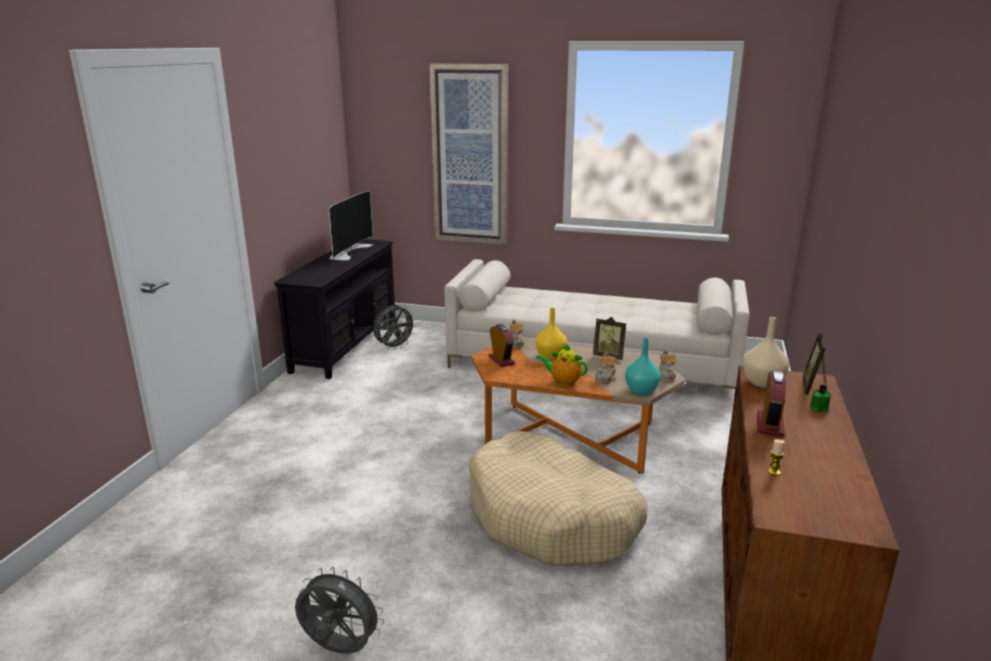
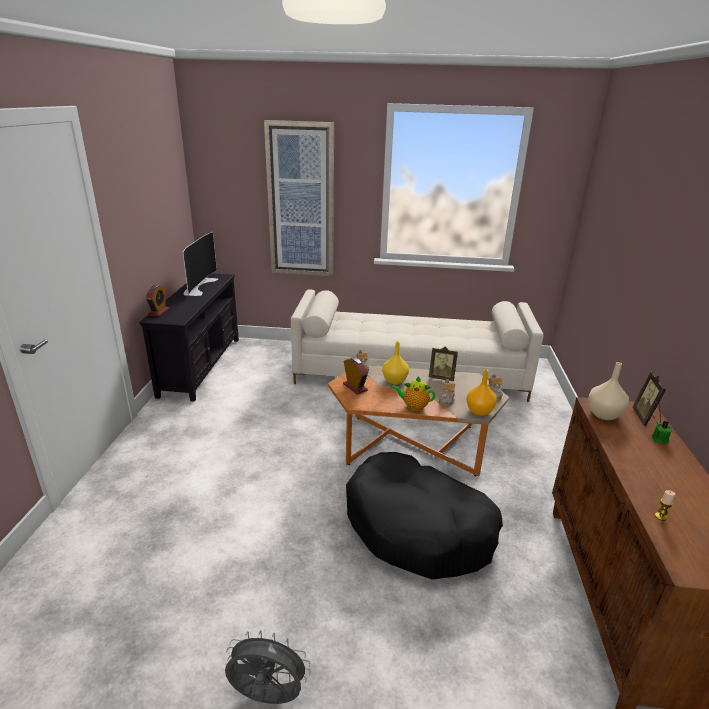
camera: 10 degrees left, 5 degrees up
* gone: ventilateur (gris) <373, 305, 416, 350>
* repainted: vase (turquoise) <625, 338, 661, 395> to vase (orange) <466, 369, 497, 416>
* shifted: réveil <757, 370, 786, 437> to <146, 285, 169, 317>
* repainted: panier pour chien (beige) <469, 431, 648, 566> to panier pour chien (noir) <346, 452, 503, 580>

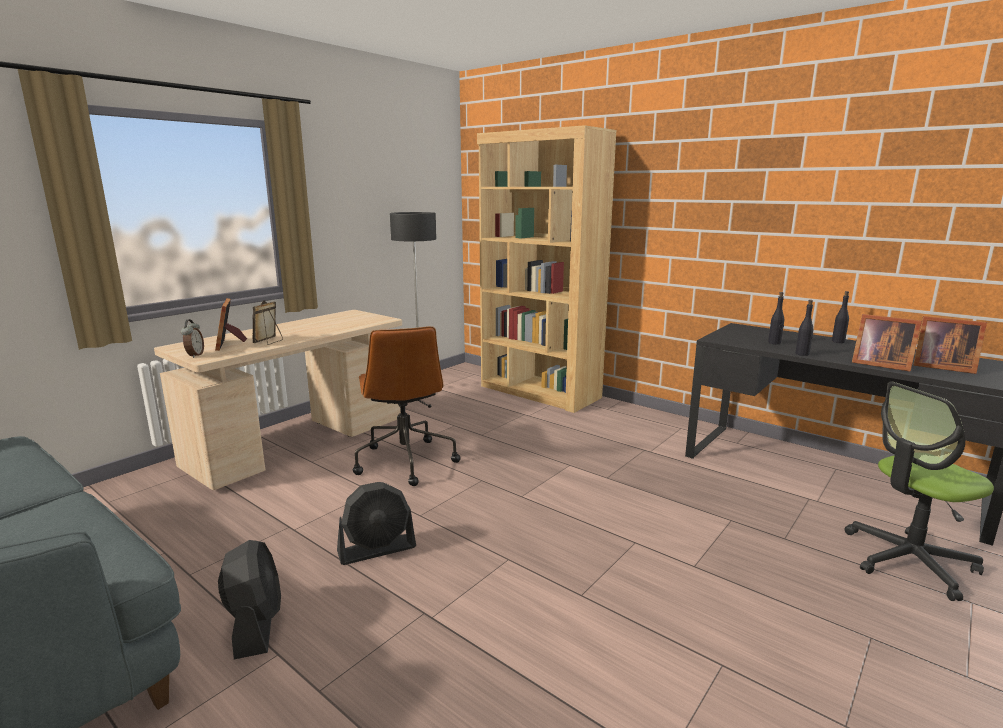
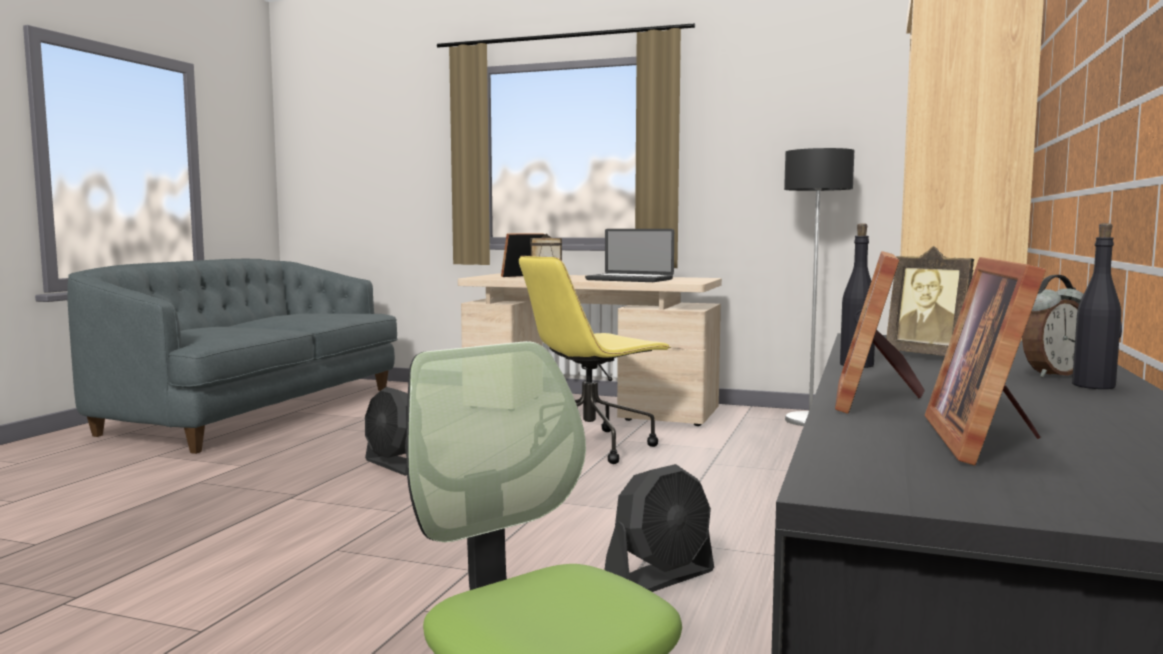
camera: 70 degrees right, 10 degrees down
* swapped: bouteille (noir) <768, 292, 784, 344> to cadre photo <886, 246, 974, 356>
* shifted: réveil <181, 319, 204, 358> to <1022, 275, 1084, 378>
* repainted: chaise de bureau (marron) <353, 326, 461, 486> to chaise de bureau (jaune) <519, 256, 671, 464>
* shifted: ventilateur (noir) <218, 540, 281, 660> to <604, 464, 714, 592>
* new: ordinateur portable <585, 229, 674, 282>

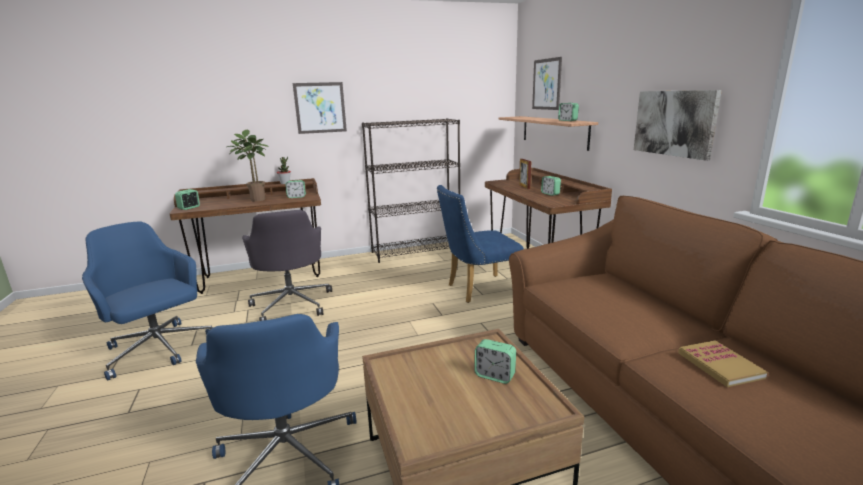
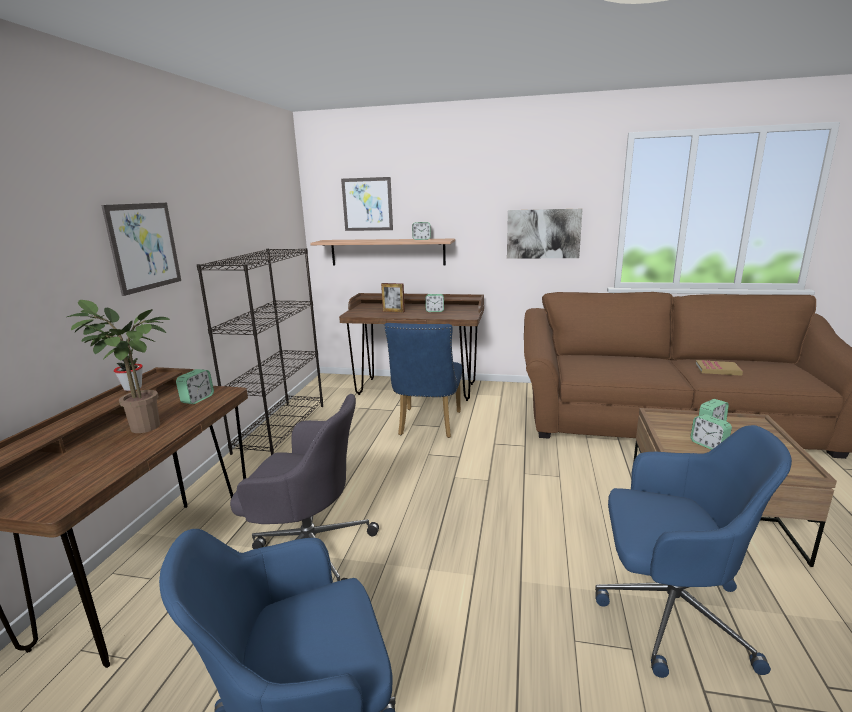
camera: 60 degrees left, 0 degrees up
* shifted: réveil <175, 189, 200, 210> to <690, 414, 732, 450>

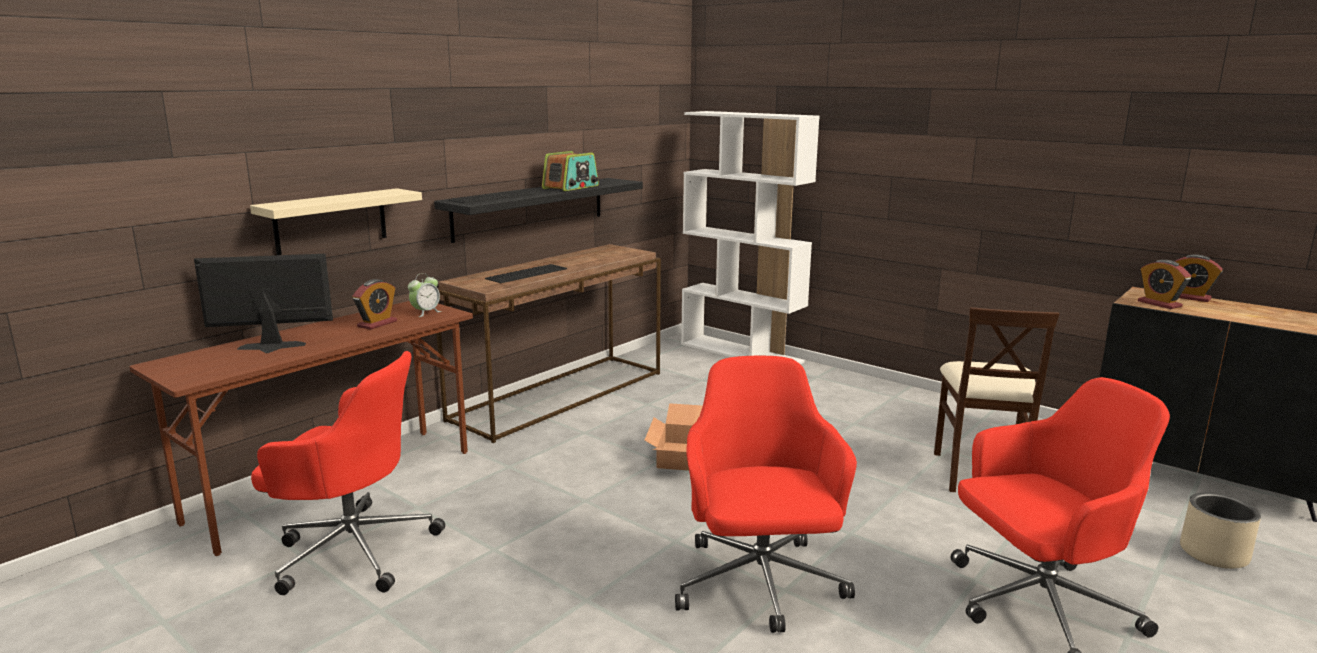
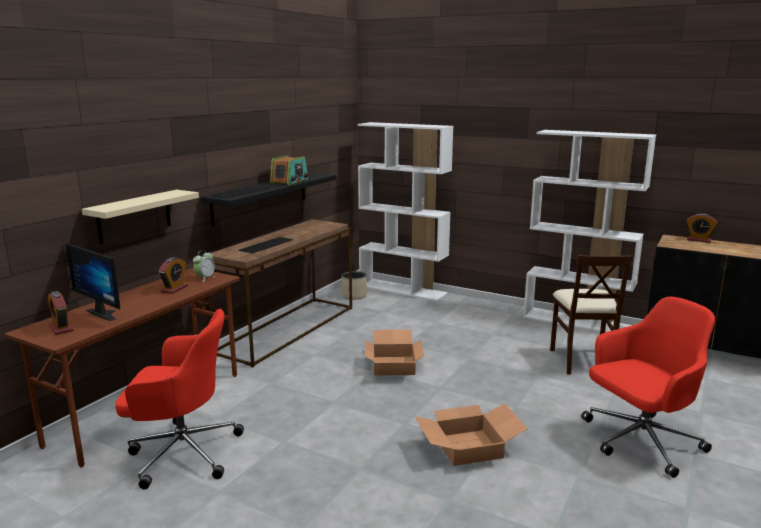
camera: 10 degrees left, 0 degrees up
* rotated: écran d'ordinateur <194, 254, 333, 353> = <66, 243, 120, 321> 120 degrees counterclockwise
* shifted: réveil <1138, 260, 1191, 309> to <48, 291, 74, 335>
* swapped: chaise de bureau (rouge) <675, 356, 857, 633> to carton <415, 404, 528, 466>
* shifted: cache-pot (beige) <1180, 493, 1261, 569> to <341, 271, 367, 300>
* new: bibliothèque (blanc) <523, 130, 656, 332>

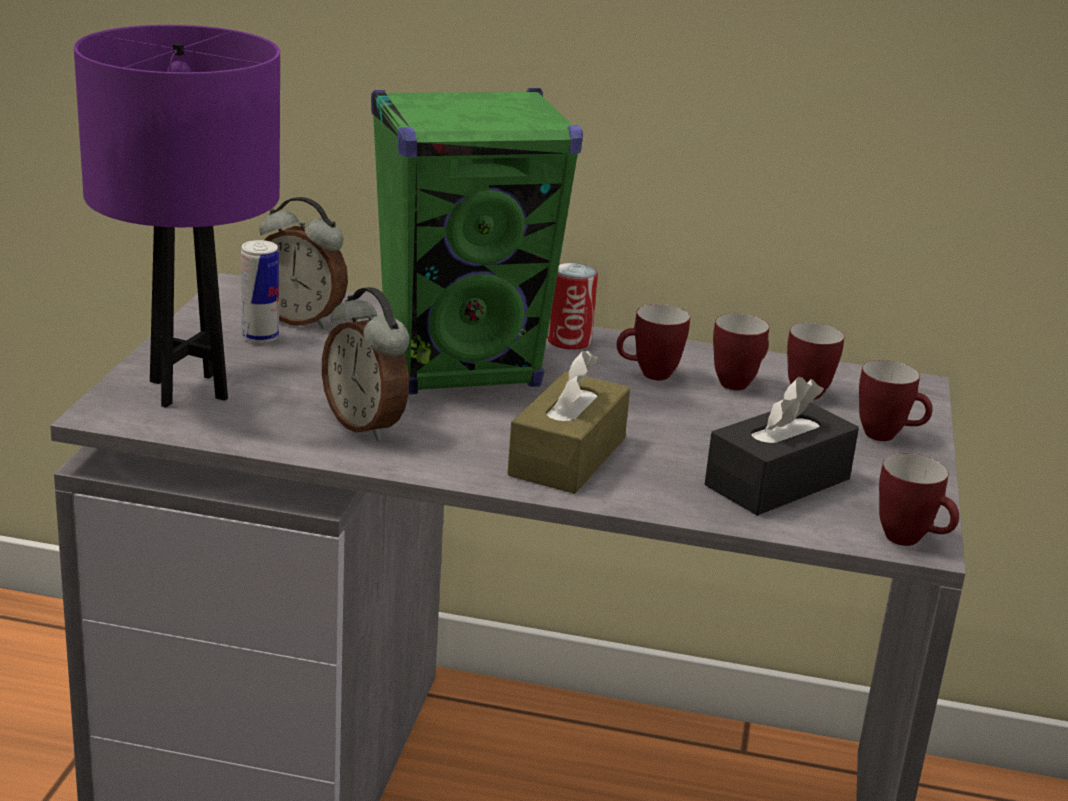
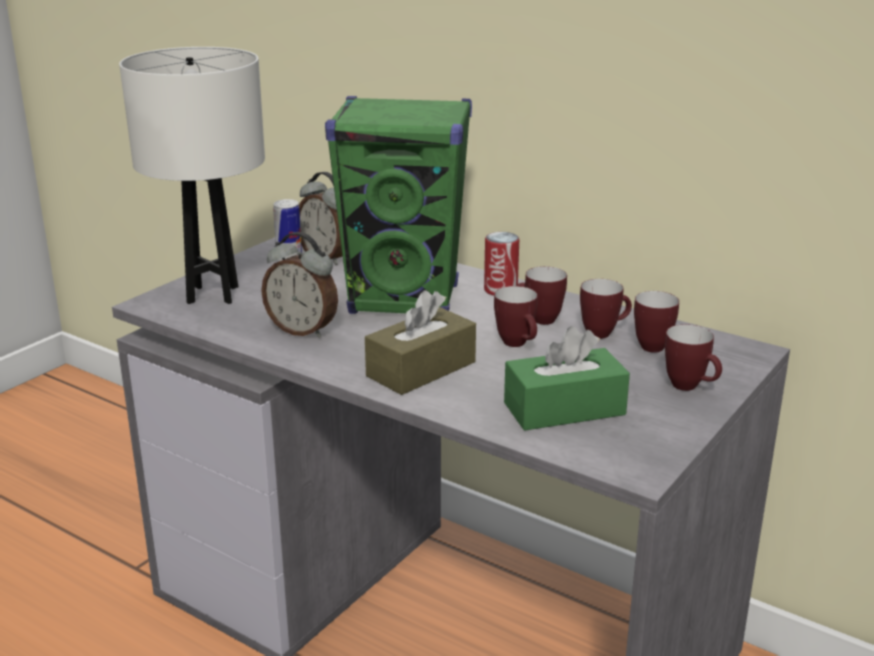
camera: 25 degrees right, 0 degrees up
* repainted: lampe de table (violet) <74, 25, 280, 407> to lampe de table (blanc) <119, 47, 265, 304>
* rotated: réveil <322, 287, 409, 441> = <261, 232, 338, 338> 45 degrees counterclockwise
* repainted: boîte à mouchoirs (noir) <705, 377, 859, 516> to boîte à mouchoirs (vert) <504, 326, 630, 431>
* shifted: mug <879, 453, 959, 546> to <494, 286, 538, 347>

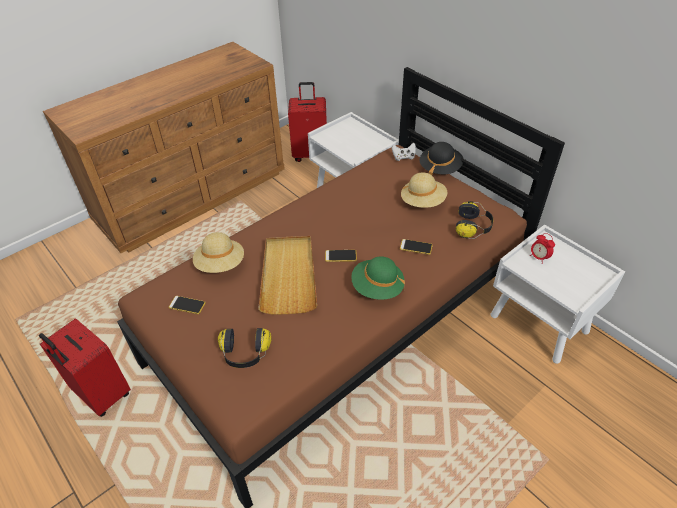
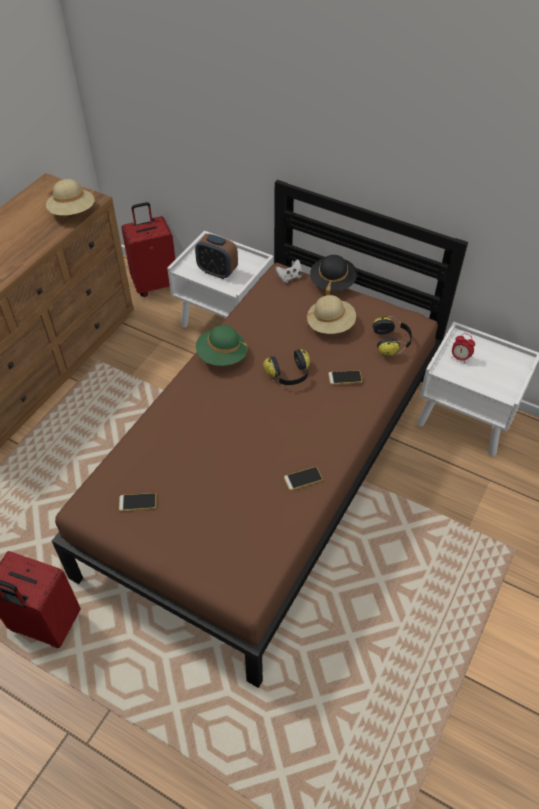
camera: 20 degrees left, 5 degrees up
* shifted: chapeau (beige) <193, 232, 244, 273> to <46, 179, 95, 216>
* gone: plateau (beige) <258, 236, 317, 315>
* shifted: téléphone <325, 250, 357, 262> to <284, 467, 323, 490>
* shifted: chapeau (vert) <351, 256, 405, 299> to <196, 325, 247, 366>
* shifted: casque audio <218, 328, 272, 368> to <263, 349, 310, 385>
* new: réveil <195, 234, 238, 279>

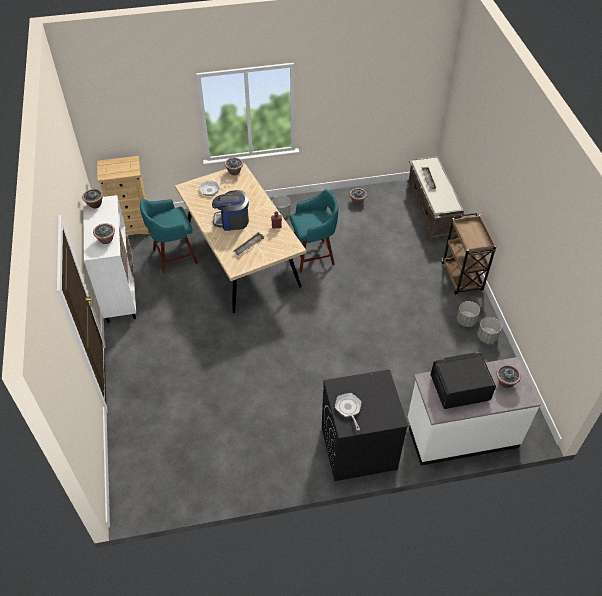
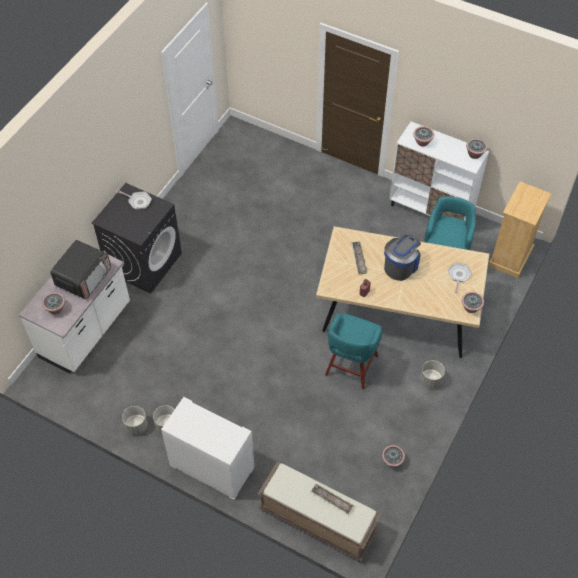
camera: 130 degrees right, 5 degrees up
* swapped: chariot (marron) <442, 213, 496, 295> to commode (blanc) <161, 397, 254, 500>

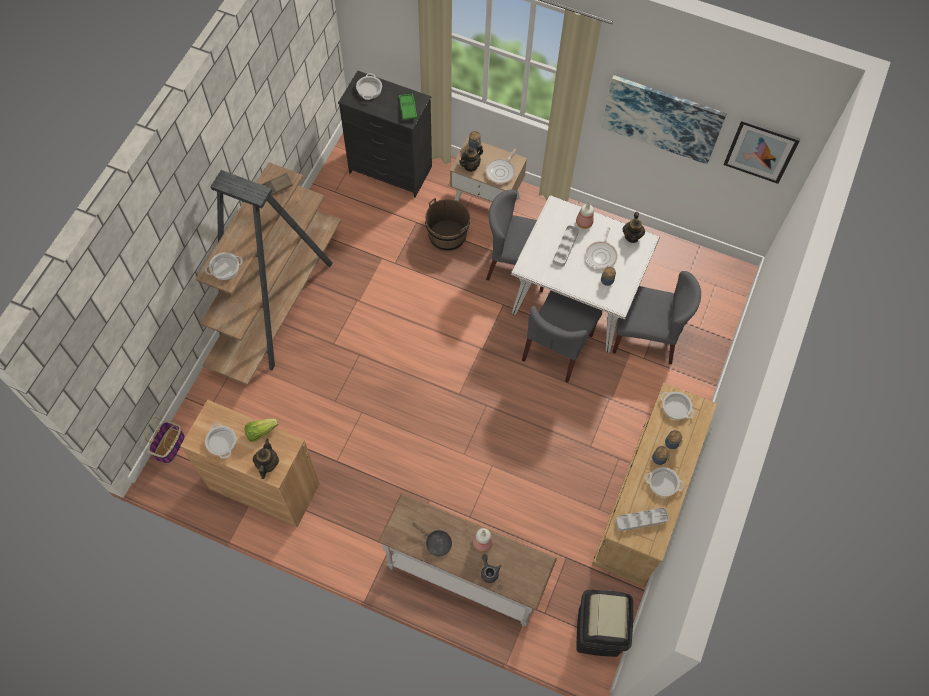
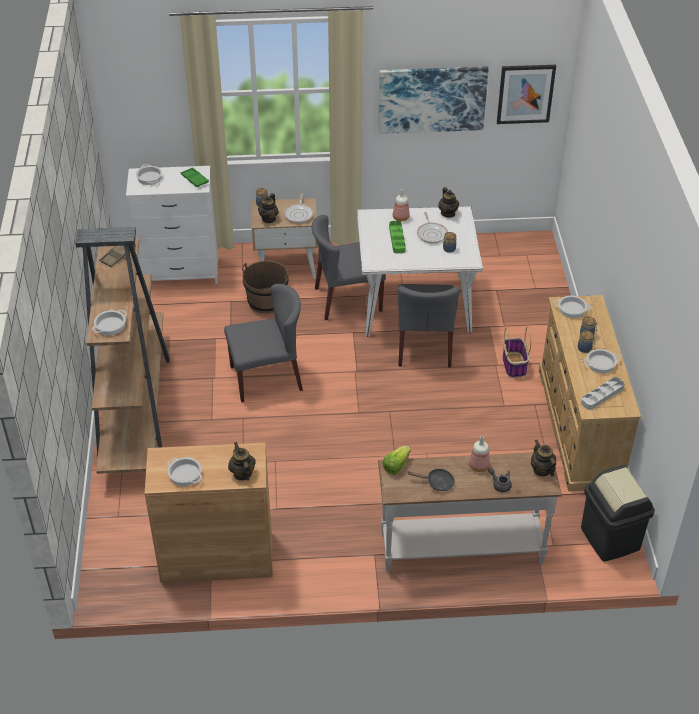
camera: 25 degrees left, 20 degrees down
* repainted: commode (noir) <338, 71, 432, 197> to commode (blanc) <126, 166, 218, 284>
* repainted: plateau (gris) <553, 225, 579, 267> to plateau (vert) <389, 221, 406, 253>
* shifted: chaise (gris) <612, 271, 701, 364> to <224, 284, 303, 402>
* shifted: panier <144, 417, 185, 463> to <503, 326, 531, 378>
* shifted: laitue <245, 419, 278, 442> to <382, 446, 411, 475>
* new: théière <531, 440, 556, 477>

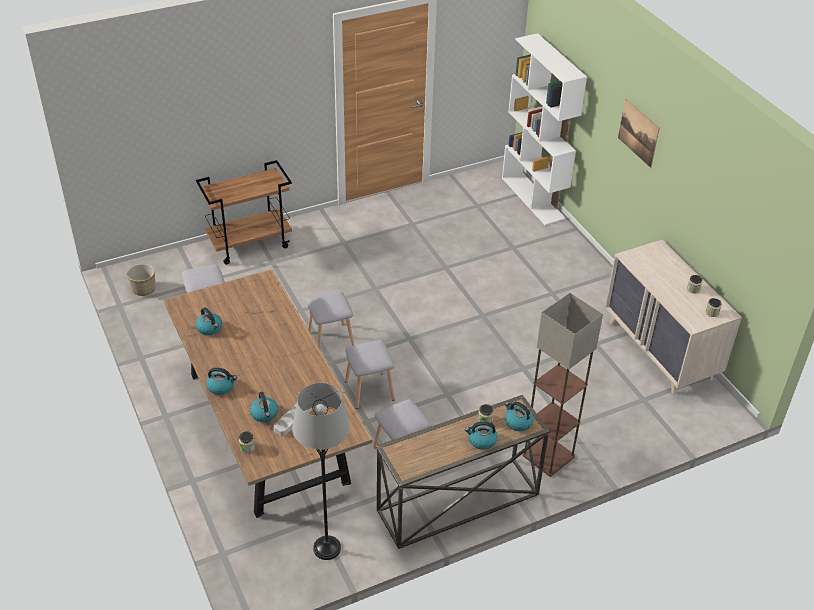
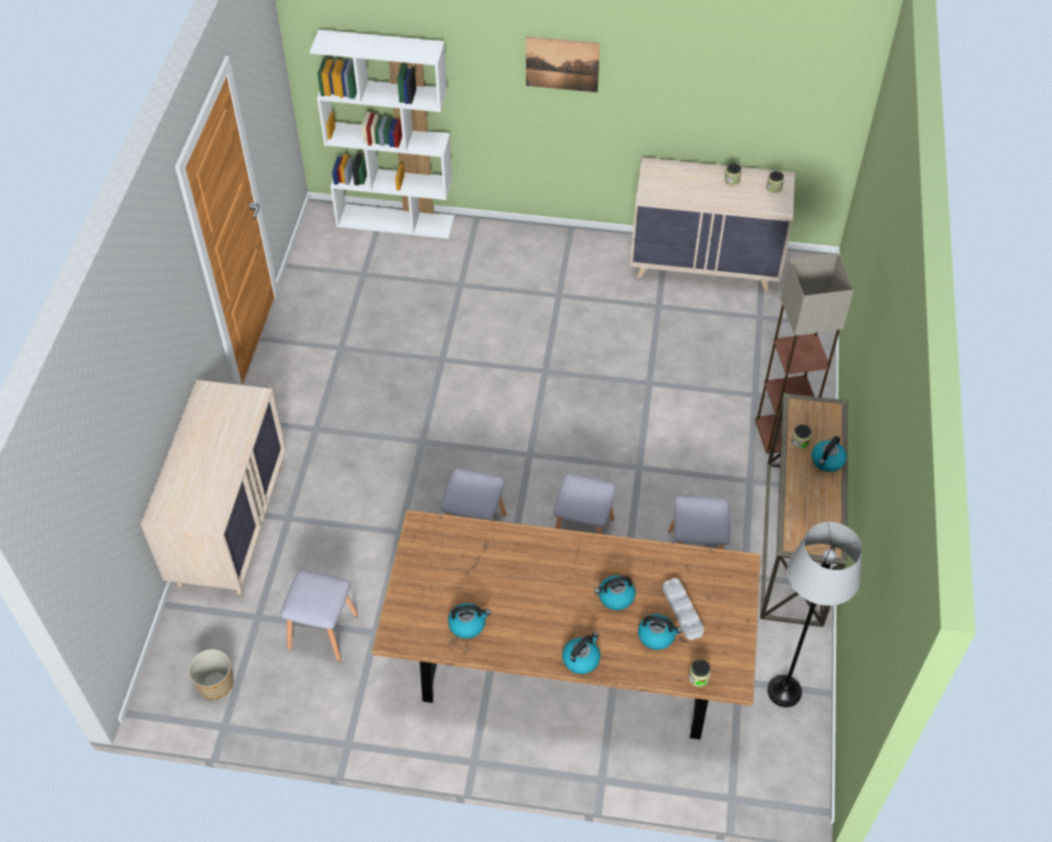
camera: 55 degrees left, 10 degrees up
* swapped: chariot (marron) <196, 160, 292, 265> to commode (beige) <140, 380, 287, 595>
* shifted: bouilloire <505, 402, 534, 431> to <594, 575, 636, 610>

